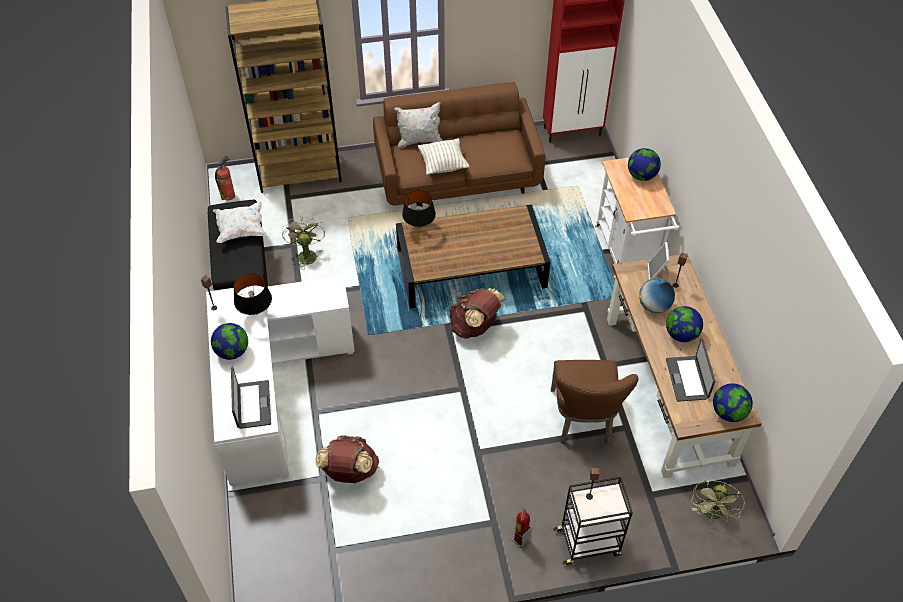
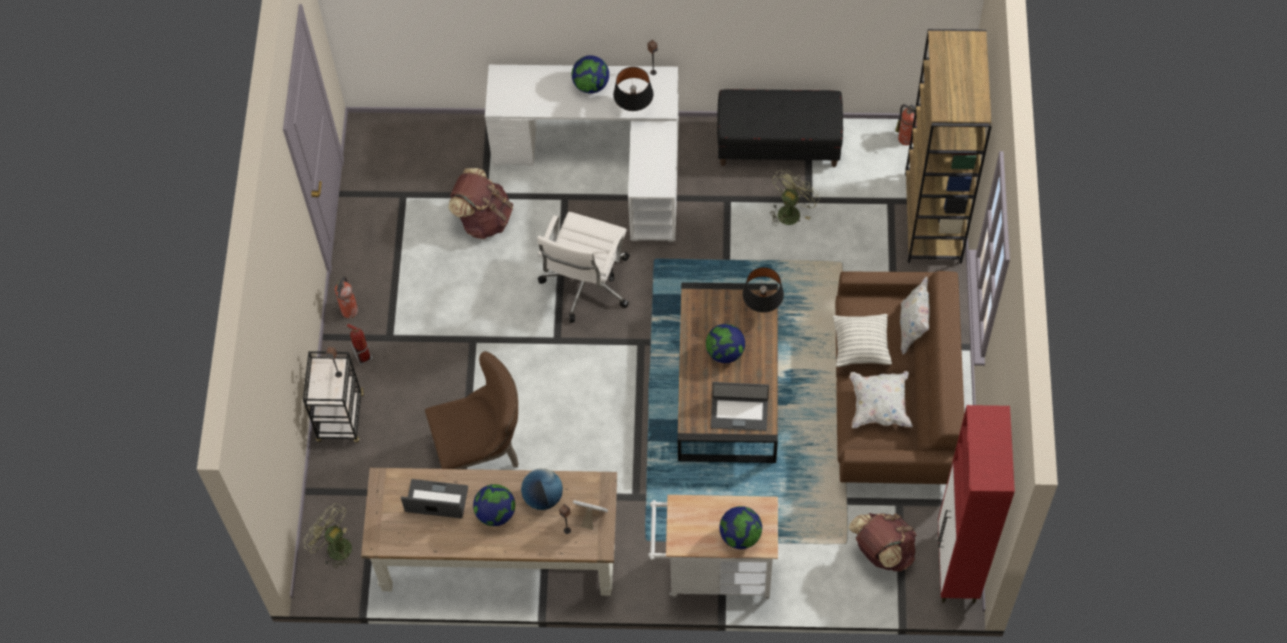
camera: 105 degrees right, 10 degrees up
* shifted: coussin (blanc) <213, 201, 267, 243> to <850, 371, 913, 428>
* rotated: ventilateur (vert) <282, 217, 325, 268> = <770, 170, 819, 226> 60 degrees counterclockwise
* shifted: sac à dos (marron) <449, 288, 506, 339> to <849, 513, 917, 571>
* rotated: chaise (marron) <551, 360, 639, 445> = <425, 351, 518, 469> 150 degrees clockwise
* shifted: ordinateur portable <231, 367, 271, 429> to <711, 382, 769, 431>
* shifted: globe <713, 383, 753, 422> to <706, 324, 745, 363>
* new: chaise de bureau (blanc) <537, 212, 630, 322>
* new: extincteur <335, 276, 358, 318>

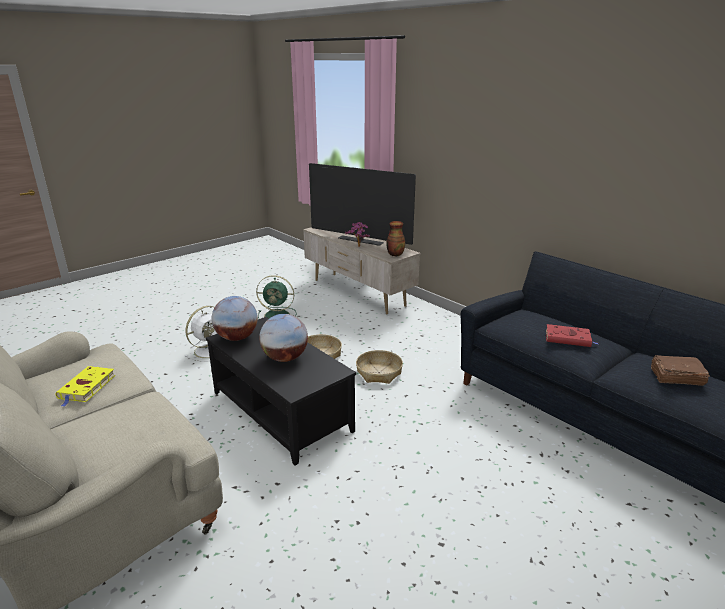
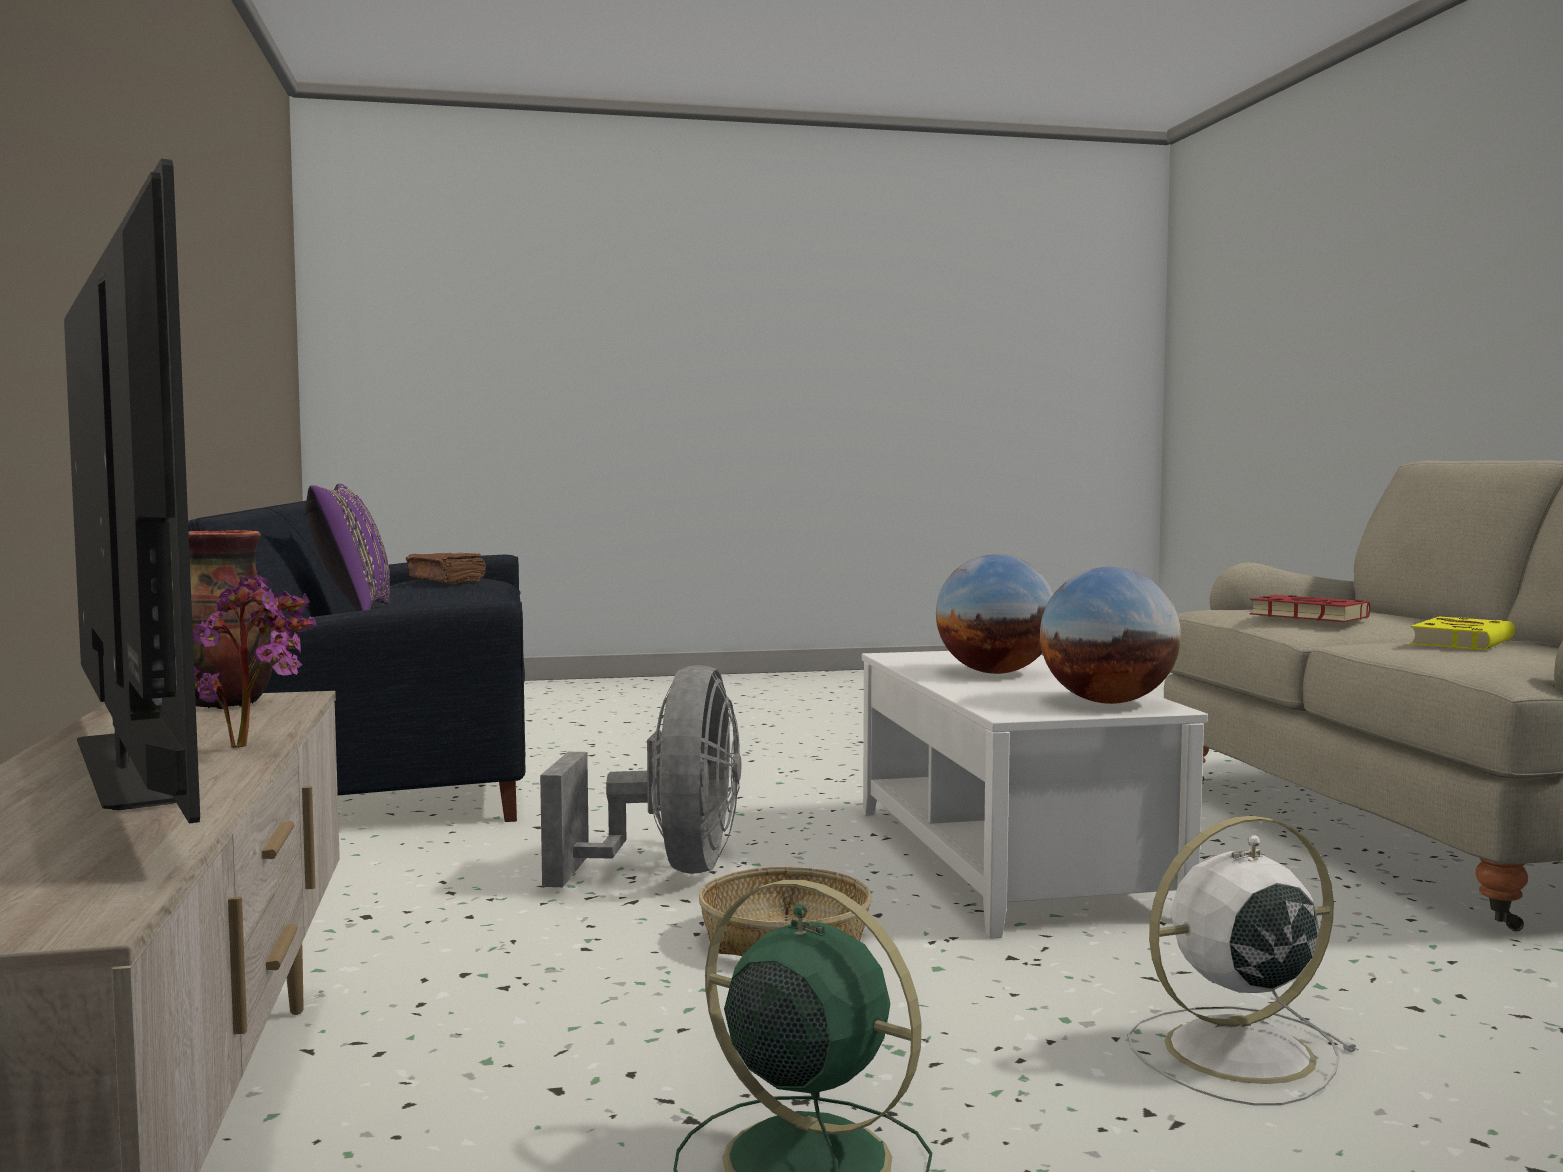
camera: 150 degrees left, 20 degrees down
* repainted: table basse (noir) <206, 317, 356, 466> to table basse (blanc) <862, 651, 1208, 939>
* shifted: livre (rouge) <546, 324, 598, 347> to <1247, 595, 1370, 622>
* swapped: panier <356, 350, 403, 384> to ventilateur (gris) <540, 665, 741, 887>
* new: coussin (violet) <305, 483, 390, 611>

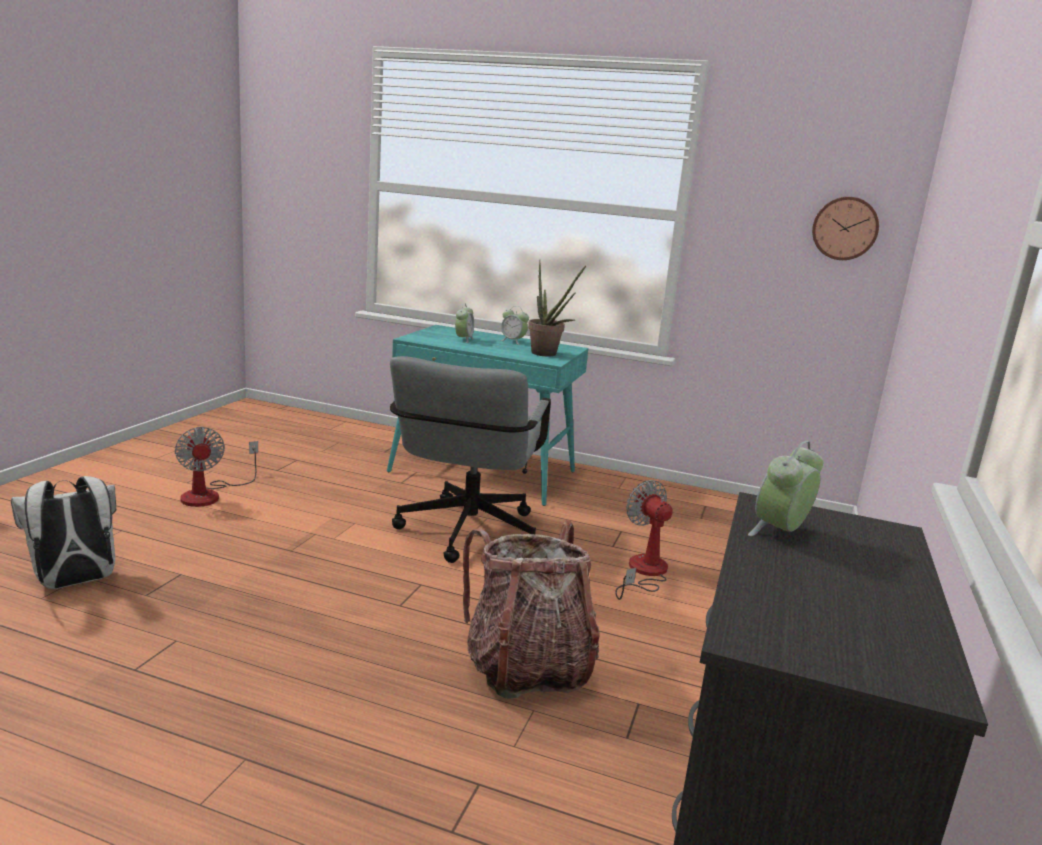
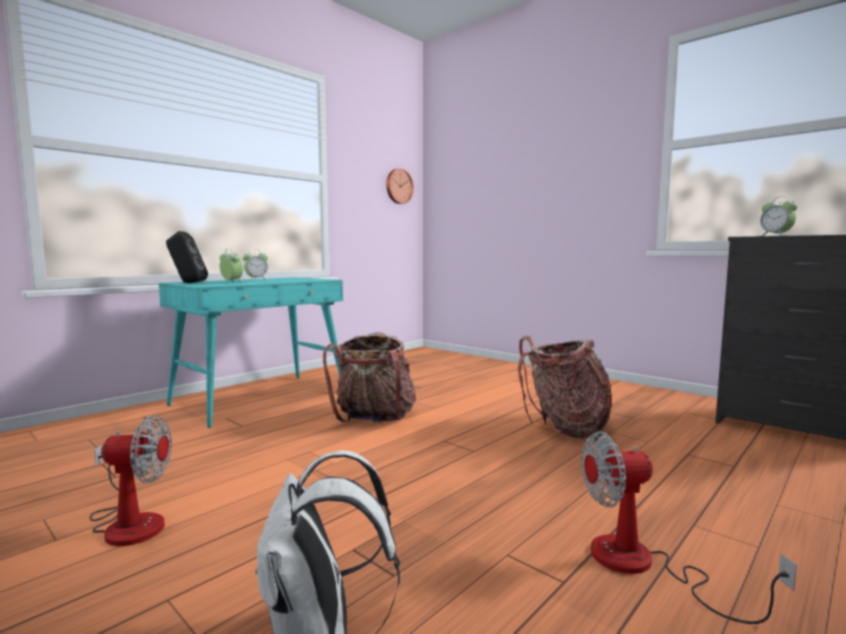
camera: 65 degrees left, 10 degrees down
* gone: plante en pot <528, 260, 586, 356>
* swapped: chaise de bureau (gris) <390, 356, 551, 563> to sac à dos <323, 332, 416, 423>
* shifted: ventilateur <615, 480, 673, 600> to <581, 431, 797, 624>
* new: enceinte (noir) <166, 231, 208, 283>

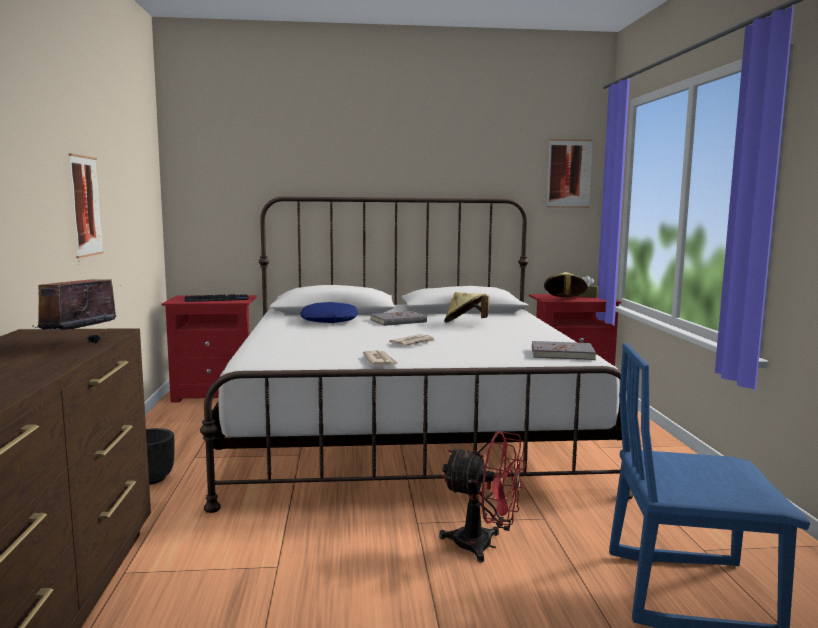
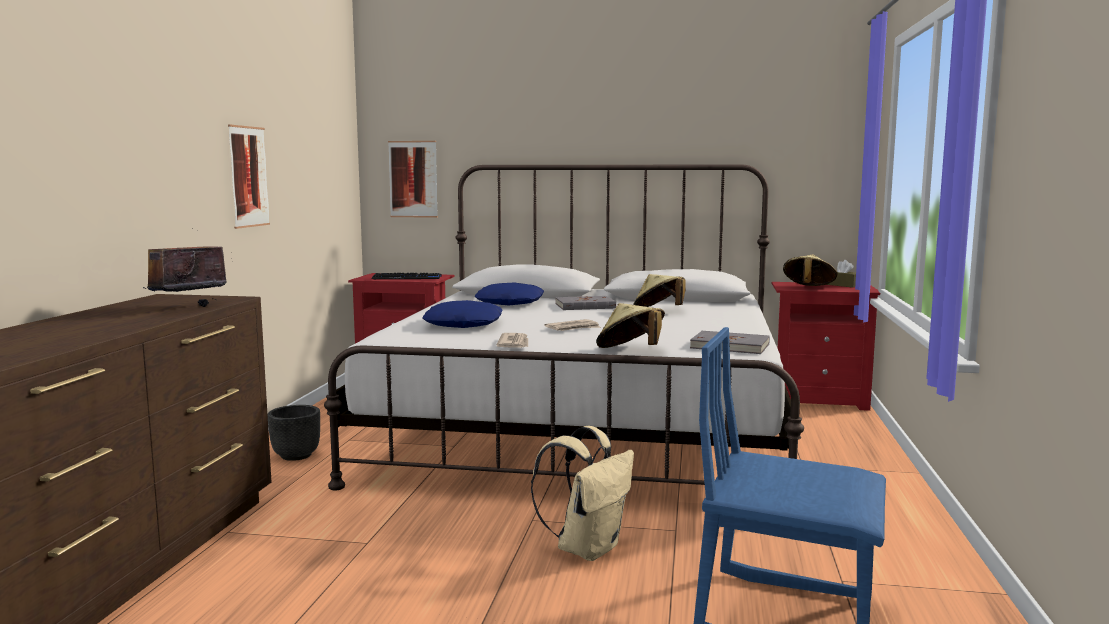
camera: 15 degrees right, 0 degrees up
* shifted: tableau <547, 139, 593, 208> to <388, 141, 438, 218>
* swapped: ventilateur (rouge) <439, 431, 526, 562> to sac à dos (beige) <531, 426, 634, 561>
* new: coussin (bleu) <422, 300, 503, 328>
* new: chapeau (beige) <596, 303, 665, 348>

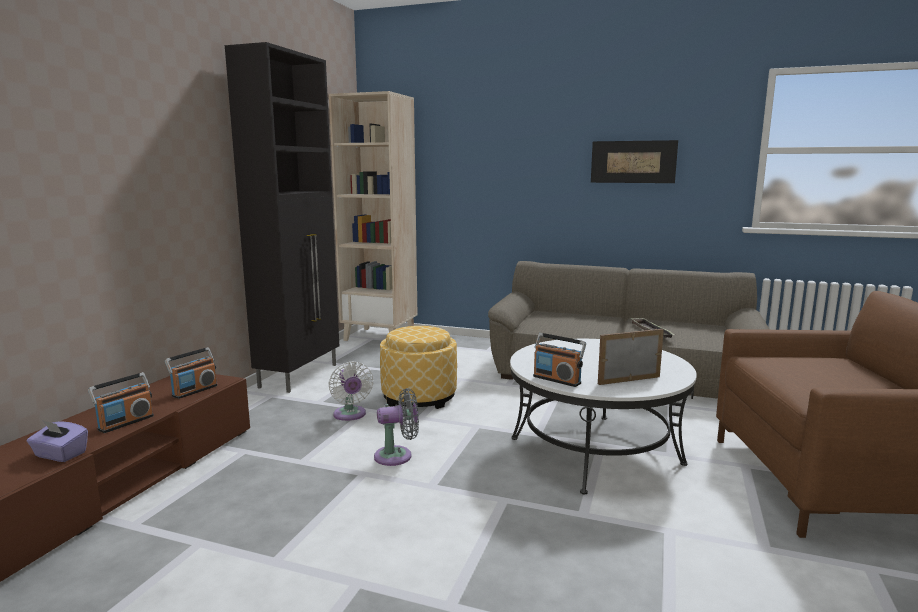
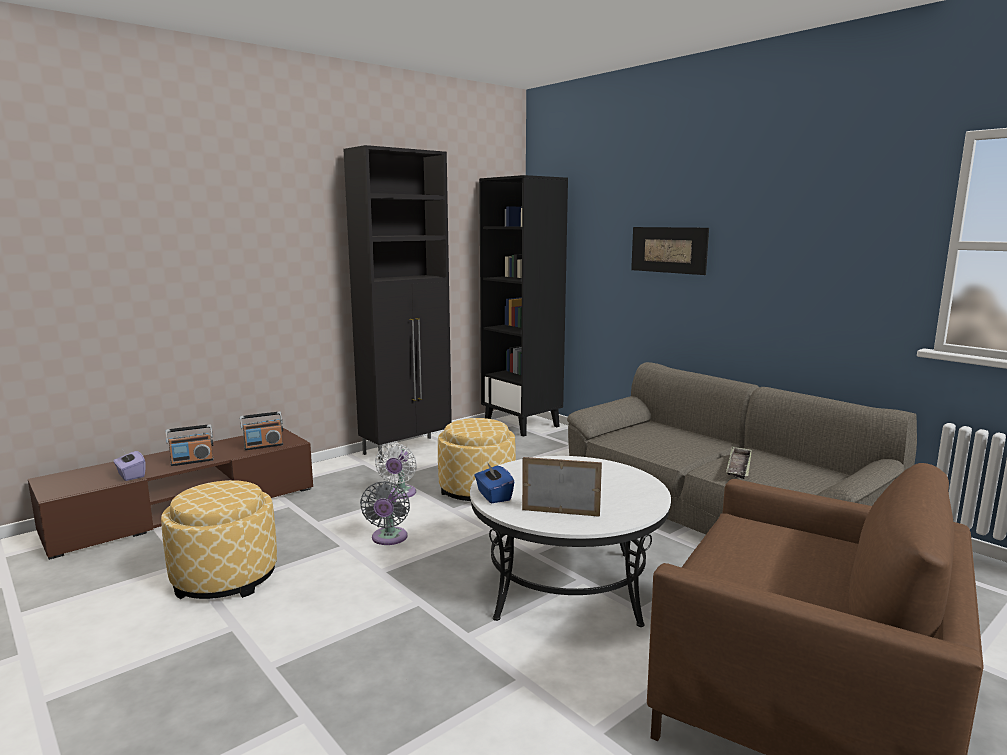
camera: 30 degrees right, 0 degrees up
* repainted: bibliothèque (beige) <329, 91, 418, 341> to bibliothèque (noir) <479, 175, 568, 437>
* shifted: tableau <591, 140, 678, 183> to <631, 227, 709, 275>
* swapped: radio <533, 333, 586, 387> to boîte à mouchoirs (bleu) <474, 462, 514, 503>
* rotated: ventilateur (gris) <374, 388, 419, 466> = <360, 481, 410, 545> 75 degrees clockwise
* new: pouf <161, 480, 277, 599>

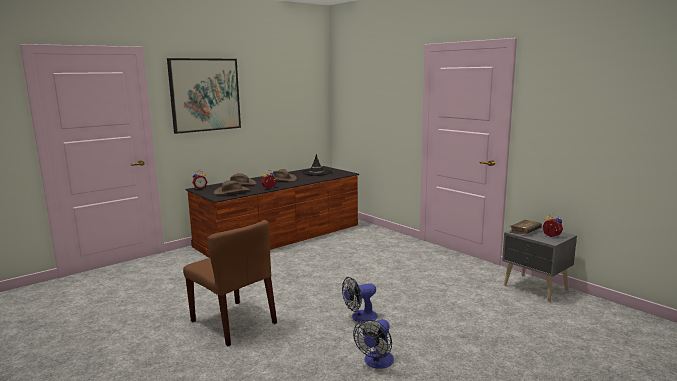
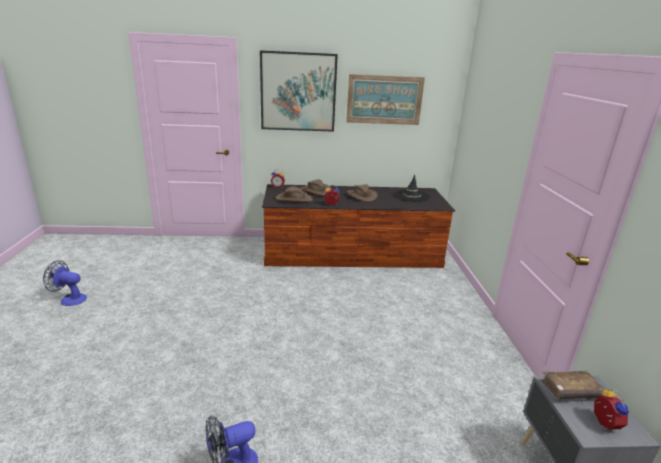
camera: 35 degrees right, 10 degrees up
* gone: chaise (marron) <183, 220, 277, 346>
* shifted: ventilateur <342, 277, 378, 323> to <43, 260, 87, 306>
* new: tableau <346, 74, 425, 125>

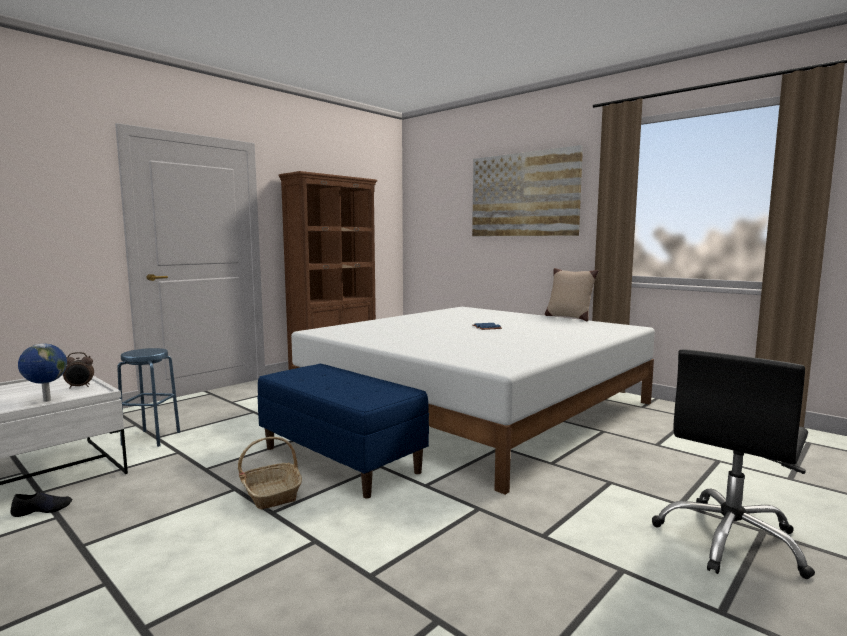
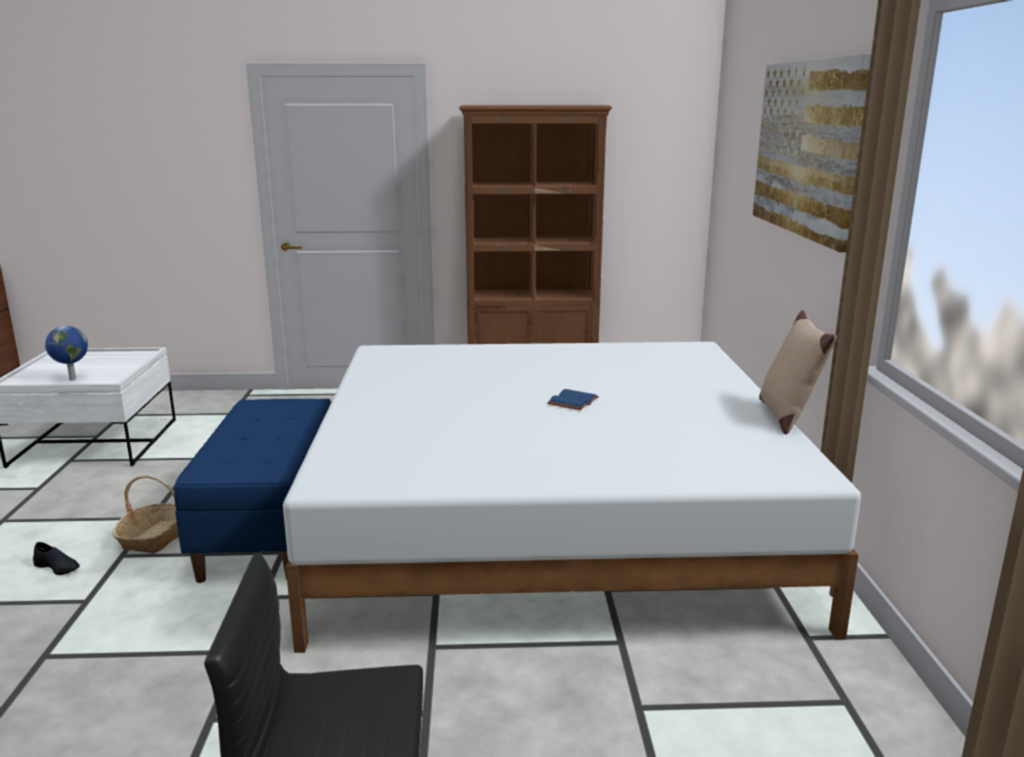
camera: 45 degrees right, 10 degrees up
* gone: tabouret (bleu) <117, 348, 180, 447>
* gone: réveil <63, 352, 94, 388>
* shifted: chaussure (noir) <11, 492, 73, 517> to <33, 542, 80, 575>

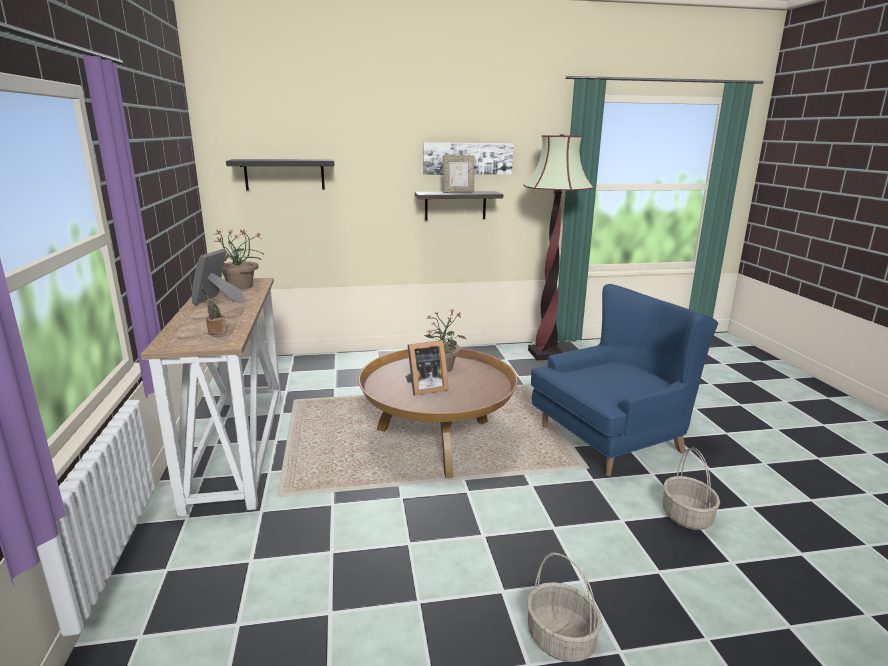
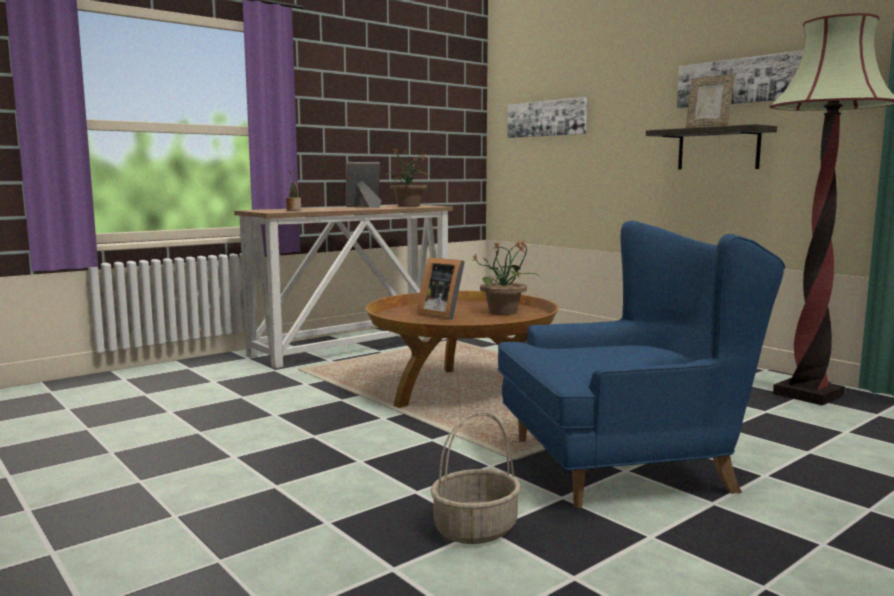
camera: 60 degrees right, 10 degrees down
* swapped: étagère (noir) <226, 159, 334, 190> to tableau <507, 97, 587, 138>
* rotated: fauteuil (bleu) <531, 284, 718, 476> = <498, 221, 785, 508> 45 degrees counterclockwise
* gone: panier <527, 552, 602, 662>

